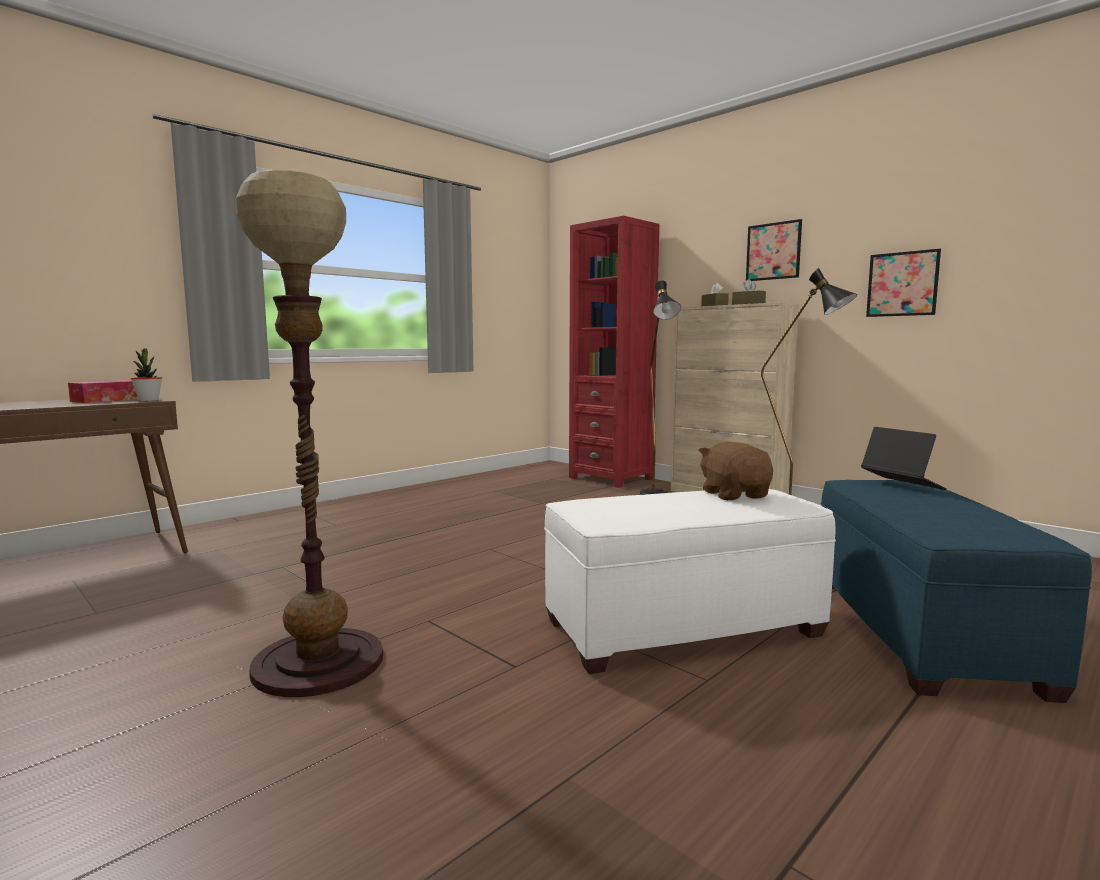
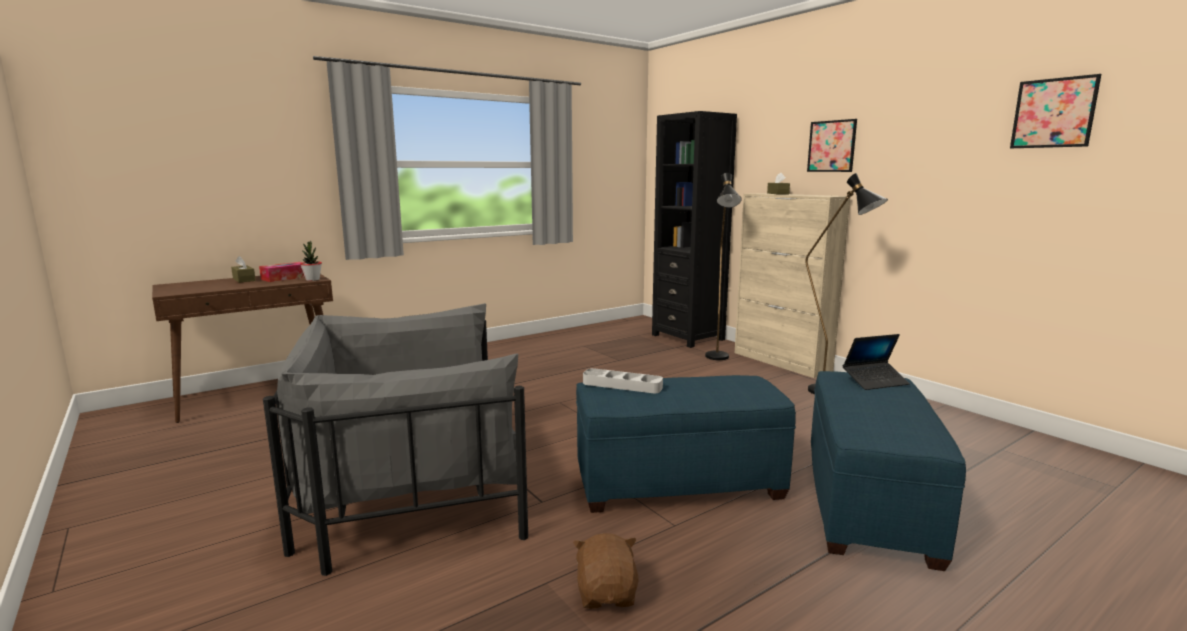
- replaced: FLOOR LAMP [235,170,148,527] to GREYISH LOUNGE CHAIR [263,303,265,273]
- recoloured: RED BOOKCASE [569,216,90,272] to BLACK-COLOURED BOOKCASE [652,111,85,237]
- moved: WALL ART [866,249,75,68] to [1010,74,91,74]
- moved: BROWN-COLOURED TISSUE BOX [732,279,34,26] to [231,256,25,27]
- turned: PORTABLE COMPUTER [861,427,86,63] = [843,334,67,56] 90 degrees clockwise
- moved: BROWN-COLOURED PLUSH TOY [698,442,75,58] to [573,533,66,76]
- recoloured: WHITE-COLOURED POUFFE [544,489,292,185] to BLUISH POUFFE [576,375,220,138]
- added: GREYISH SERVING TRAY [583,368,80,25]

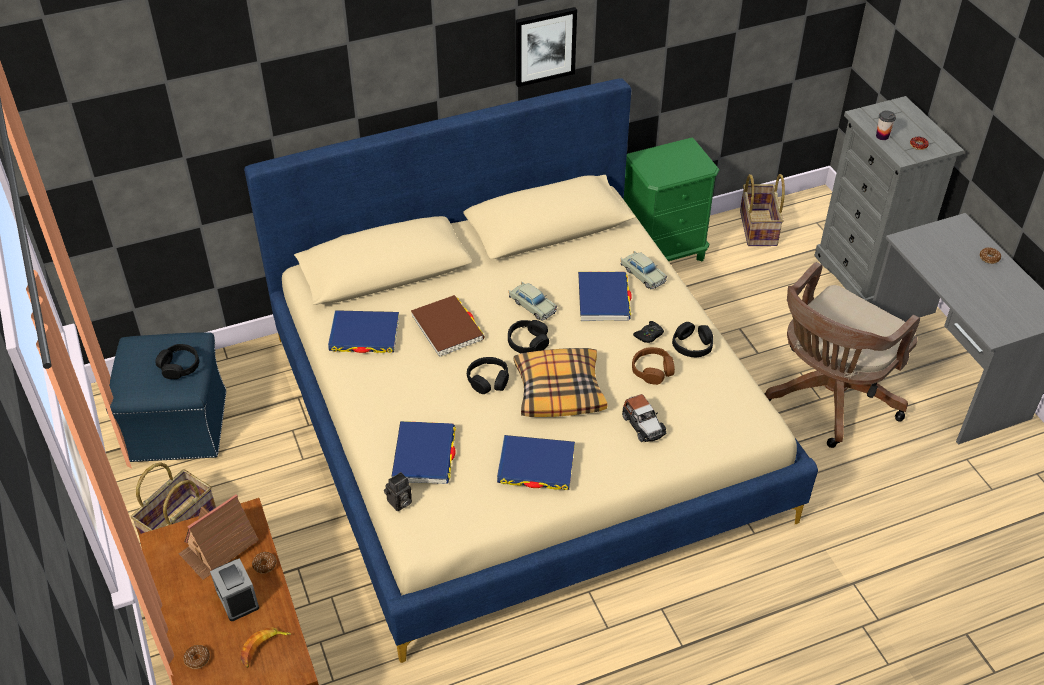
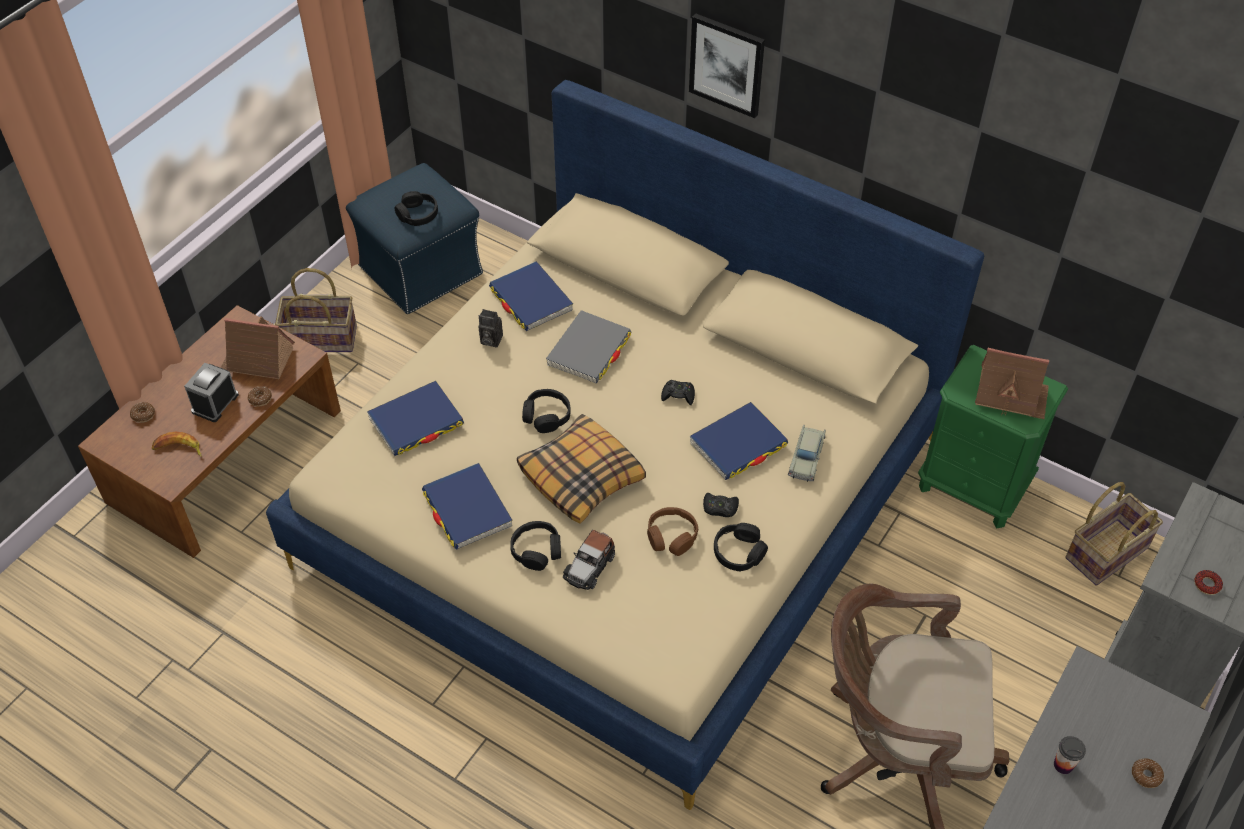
- moved: WALL ART [515,7,62,80] to [689,13,76,105]
- moved: CUP [876,111,20,29] to [1054,736,32,38]
- replaced: SAND-COLOURED TOY CAR [509,282,48,39] to BLACK-COLOURED JOYPAD [661,380,34,25]
- recoloured: BROWN-COLOURED VOLUME [411,295,74,62] to GREYISH VOLUME [546,310,85,74]
- moved: BLACK-COLOURED HEADPHONES [508,320,41,33] to [510,521,51,50]
- moved: STILL CAMERA [384,472,28,39] to [478,309,25,38]
- added: MODEL HOUSE [975,348,74,71]

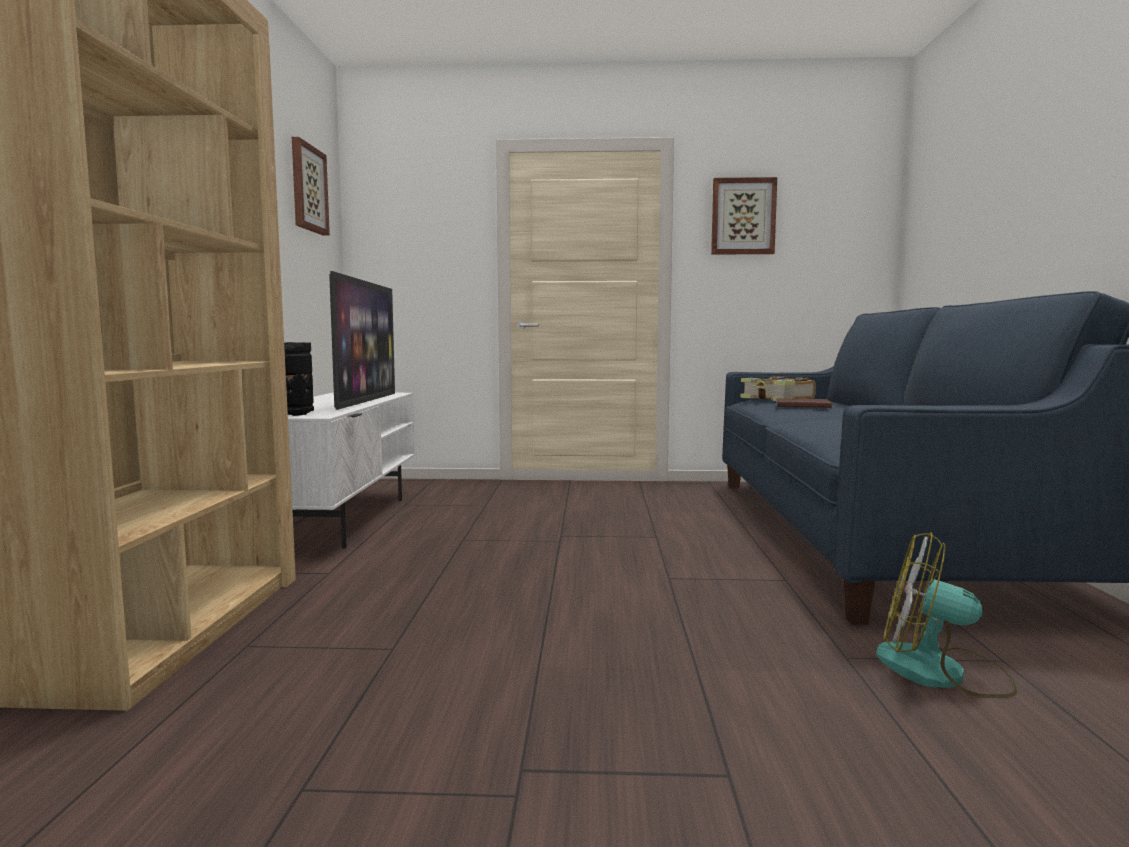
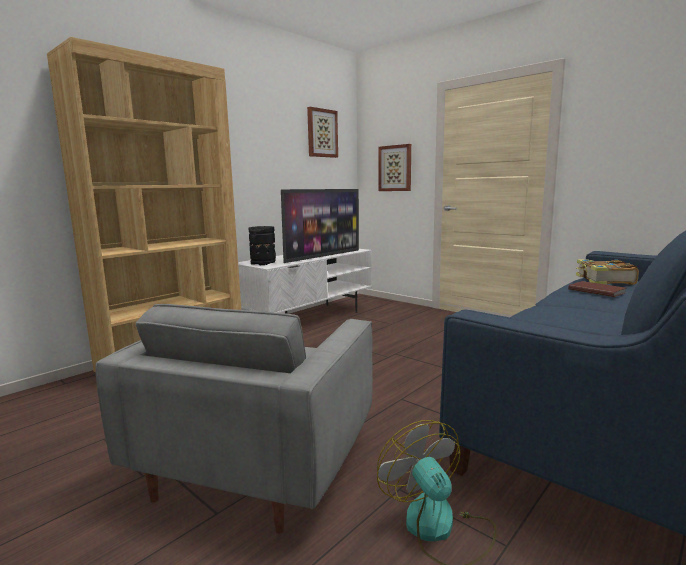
- moved: WALL ART [711,177,66,77] to [378,144,33,47]
- added: GREYISH LOUNGE CHAIR [96,304,277,230]

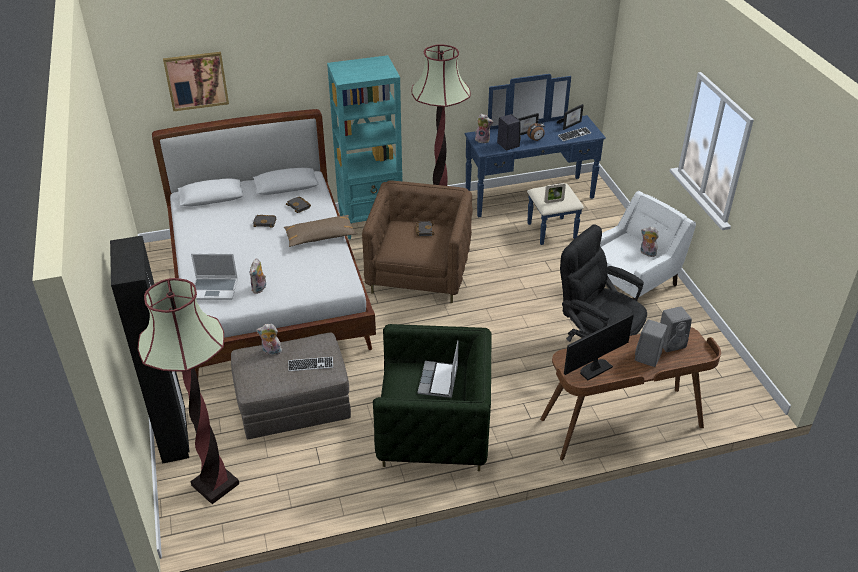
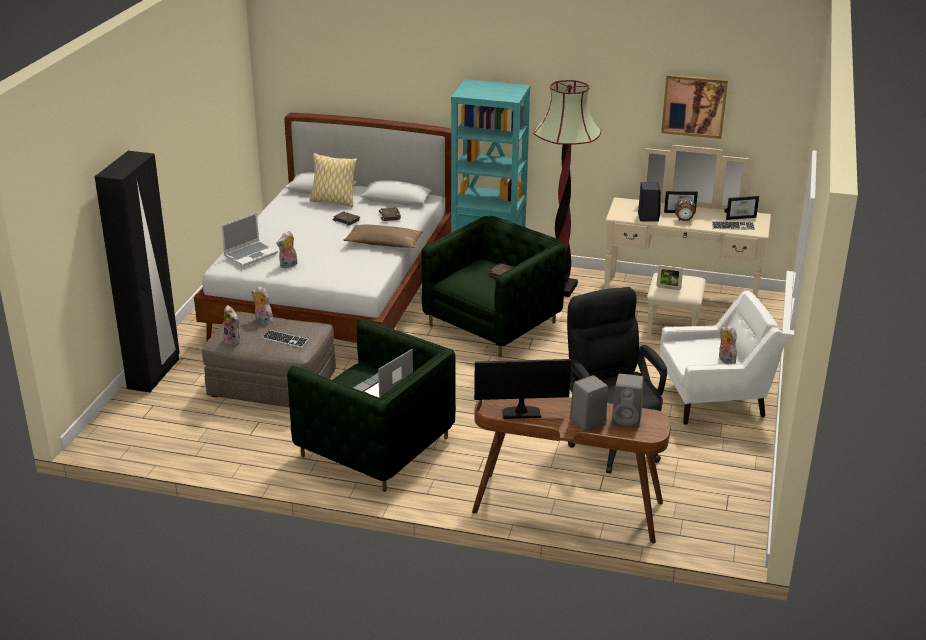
- moved: WALL ART [163,52,66,60] to [661,74,67,65]
- recoloured: BLUISH CHEST OF DRAWERS [465,74,141,171] to SAND-COLOURED CHEST OF DRAWERS [604,145,167,193]
- moved: PLUSH TOY [475,114,18,29] to [223,305,17,41]
- recoloured: BROWN-COLOURED LOUNGE CHAIR [362,181,111,122] to GREEN LOUNGE CHAIR [421,216,145,141]
- turned: PORTABLE COMPUTER [191,254,47,46] = [221,213,57,53] 75 degrees counterclockwise
- removed: FLOOR LAMP [138,278,101,226]
- added: THROW PILLOW [310,153,47,54]

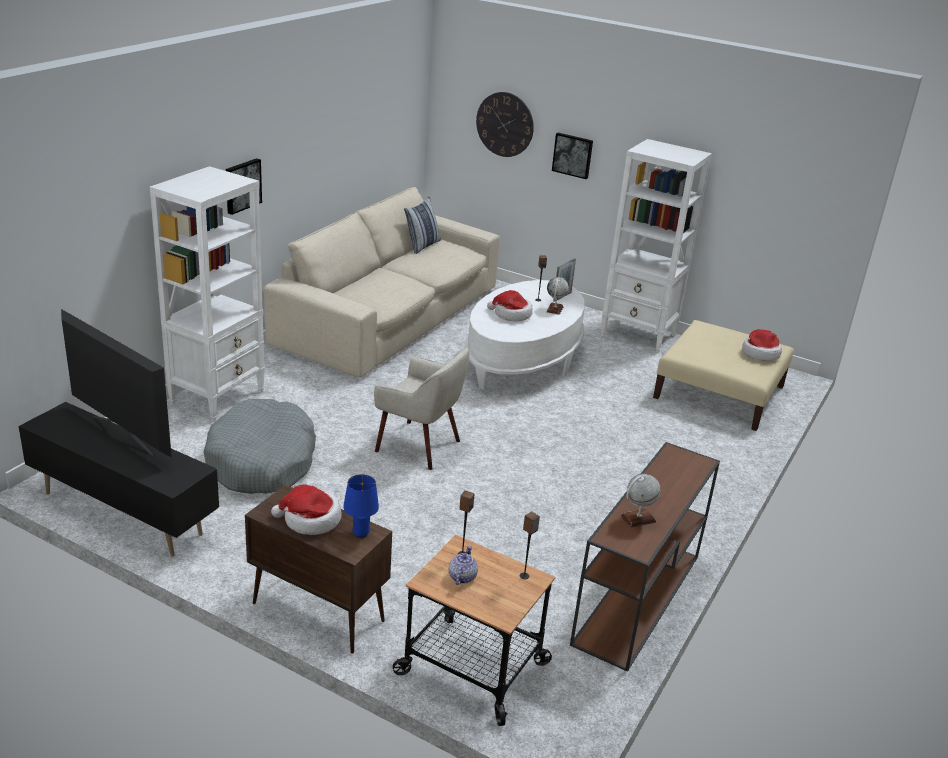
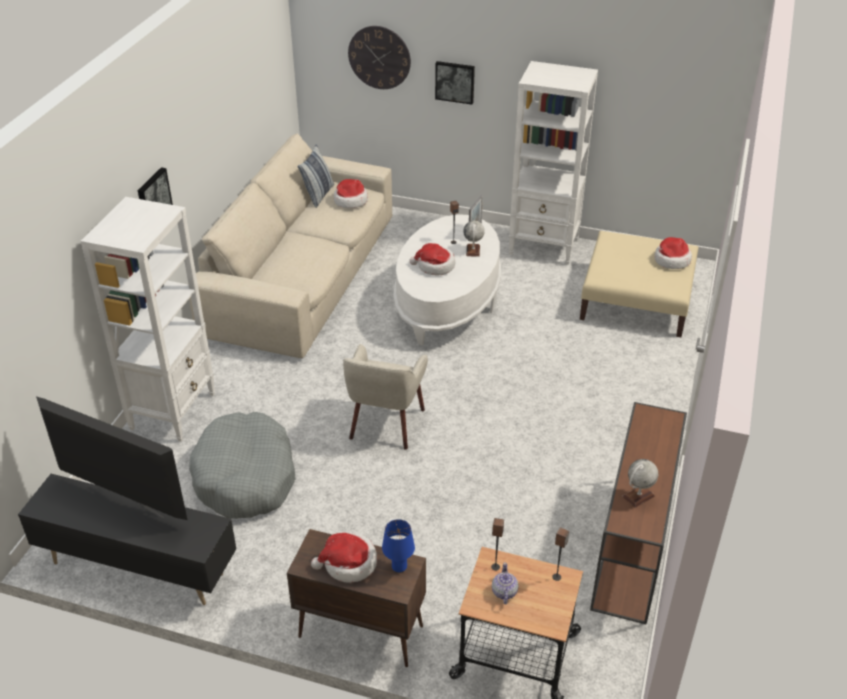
- turned: SAND-COLOURED LOUNGE CHAIR [374,348,95,122] = [343,344,85,106] 90 degrees clockwise
- added: HAT [334,179,34,29]

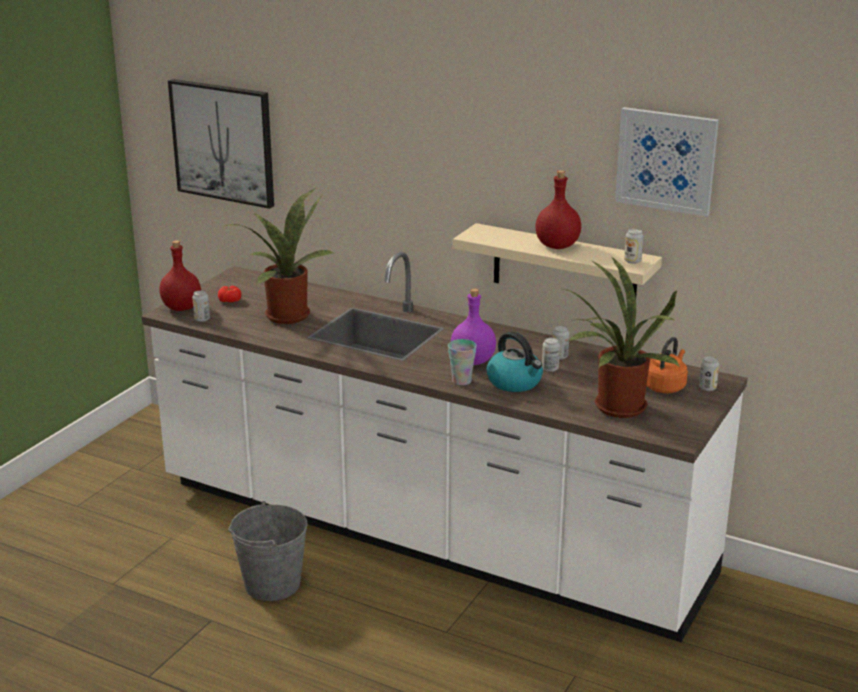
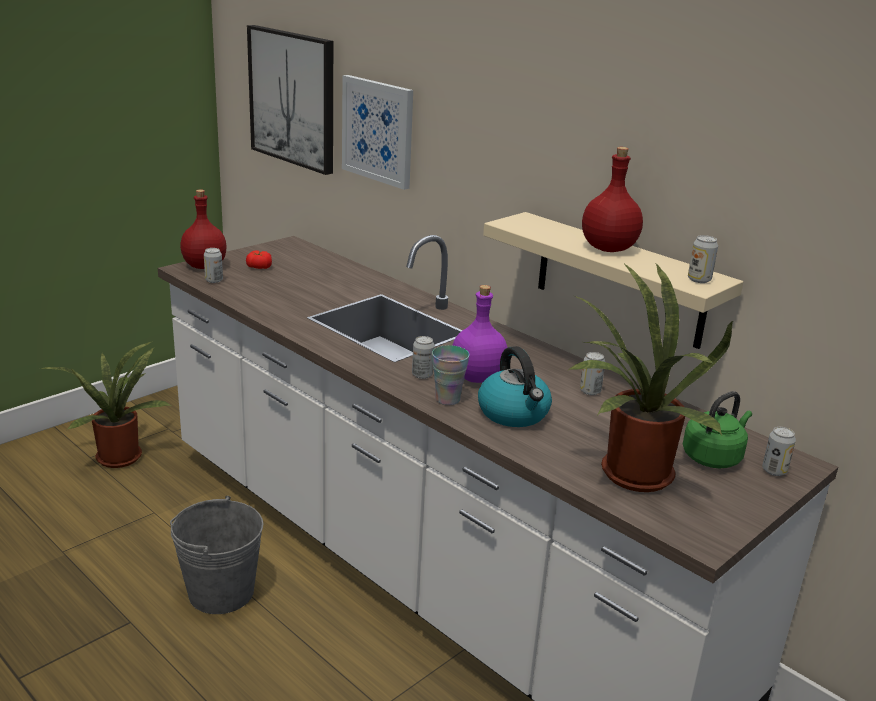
- moved: WALL ART [615,107,104,110] to [342,75,71,115]
- moved: POTTED PLANT [225,188,109,136] to [40,341,133,127]
- recoloured: ORANGE-COLOURED WATER KETTLE [646,337,42,56] to GREEN WATER KETTLE [683,391,69,77]
- moved: METAL CAN [542,338,18,34] to [412,336,23,43]

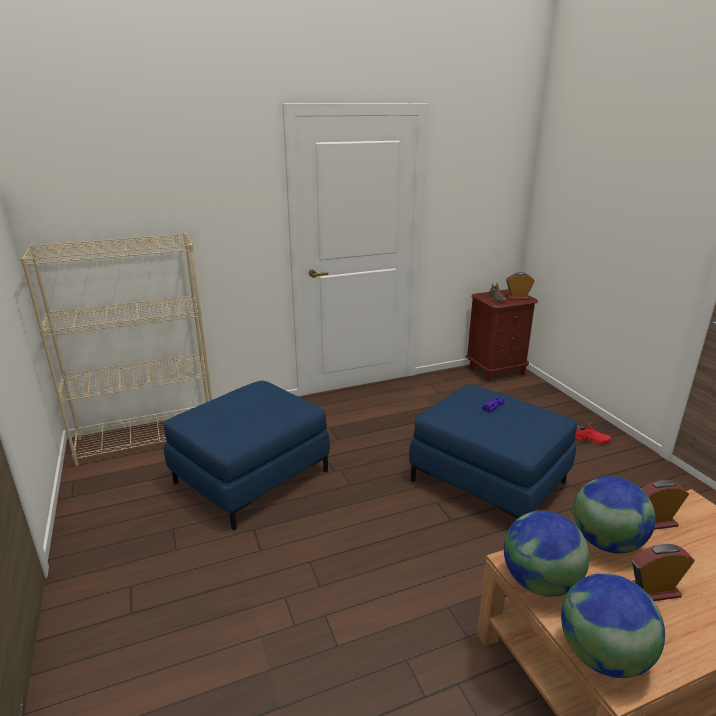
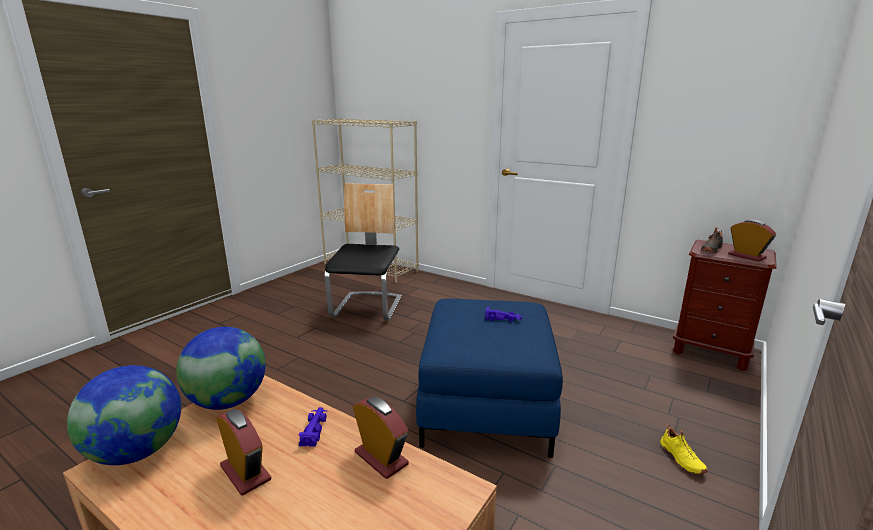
- replaced: BLUISH POUFFE [163,381,167,149] to UPRIGHT CHAIR [325,183,77,137]
- recoloured: RED SHOE [575,422,36,22] to YELLOW-COLOURED SHOE [660,424,48,50]
- replaced: DESK GLOBE [574,476,81,77] to PURPLISH TOY CAR [299,407,29,39]

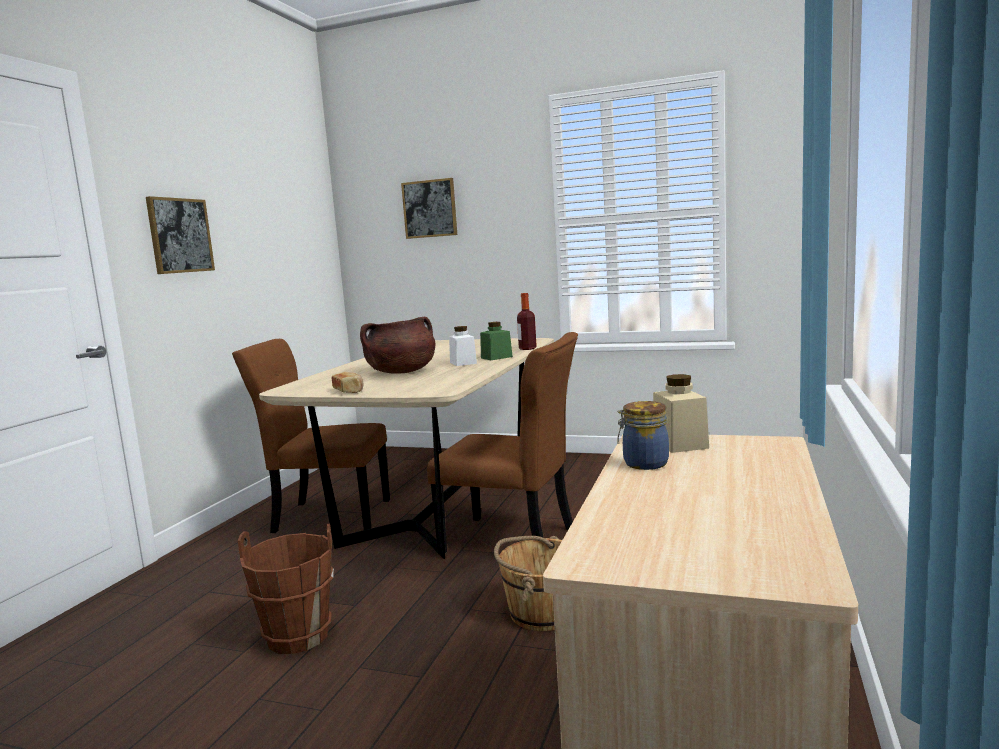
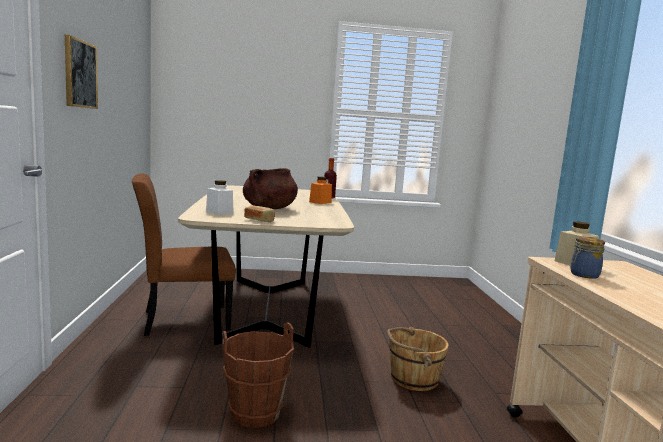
- removed: WALL ART [401,178,56,61]
- recoloured: GREEN PRESERVE JAR [480,322,33,38] to ORANGE-COLOURED PRESERVE JAR [309,176,23,28]
- moved: WHITE-COLOURED PRESERVE JAR [449,326,28,40] to [206,180,27,35]
- removed: BROWN-COLOURED UPRIGHT CHAIR [427,332,151,222]

